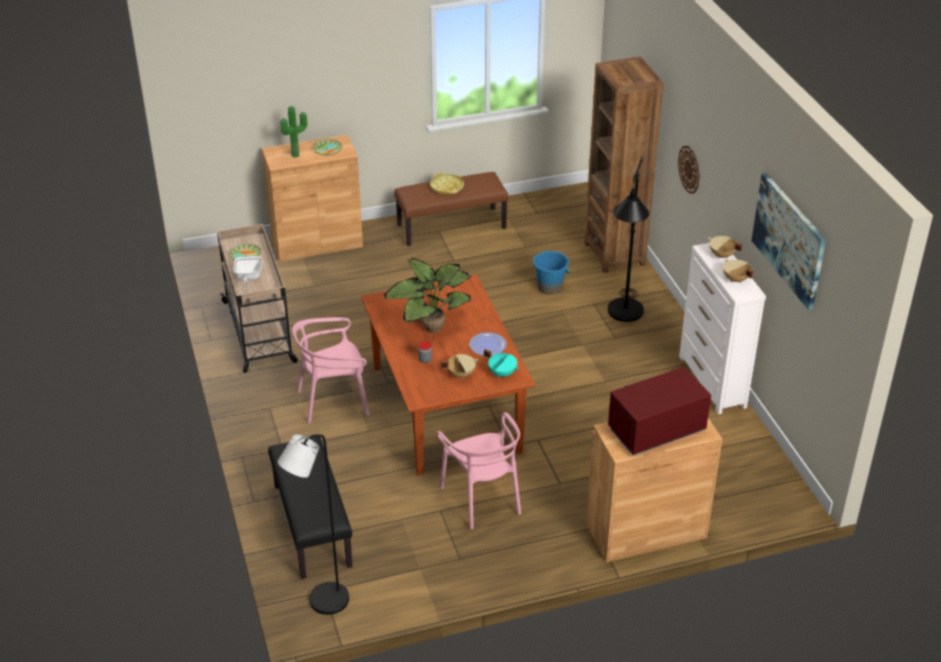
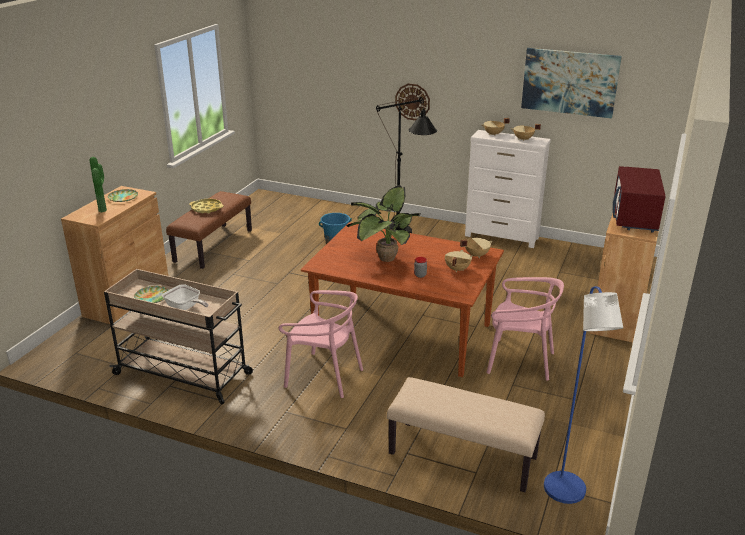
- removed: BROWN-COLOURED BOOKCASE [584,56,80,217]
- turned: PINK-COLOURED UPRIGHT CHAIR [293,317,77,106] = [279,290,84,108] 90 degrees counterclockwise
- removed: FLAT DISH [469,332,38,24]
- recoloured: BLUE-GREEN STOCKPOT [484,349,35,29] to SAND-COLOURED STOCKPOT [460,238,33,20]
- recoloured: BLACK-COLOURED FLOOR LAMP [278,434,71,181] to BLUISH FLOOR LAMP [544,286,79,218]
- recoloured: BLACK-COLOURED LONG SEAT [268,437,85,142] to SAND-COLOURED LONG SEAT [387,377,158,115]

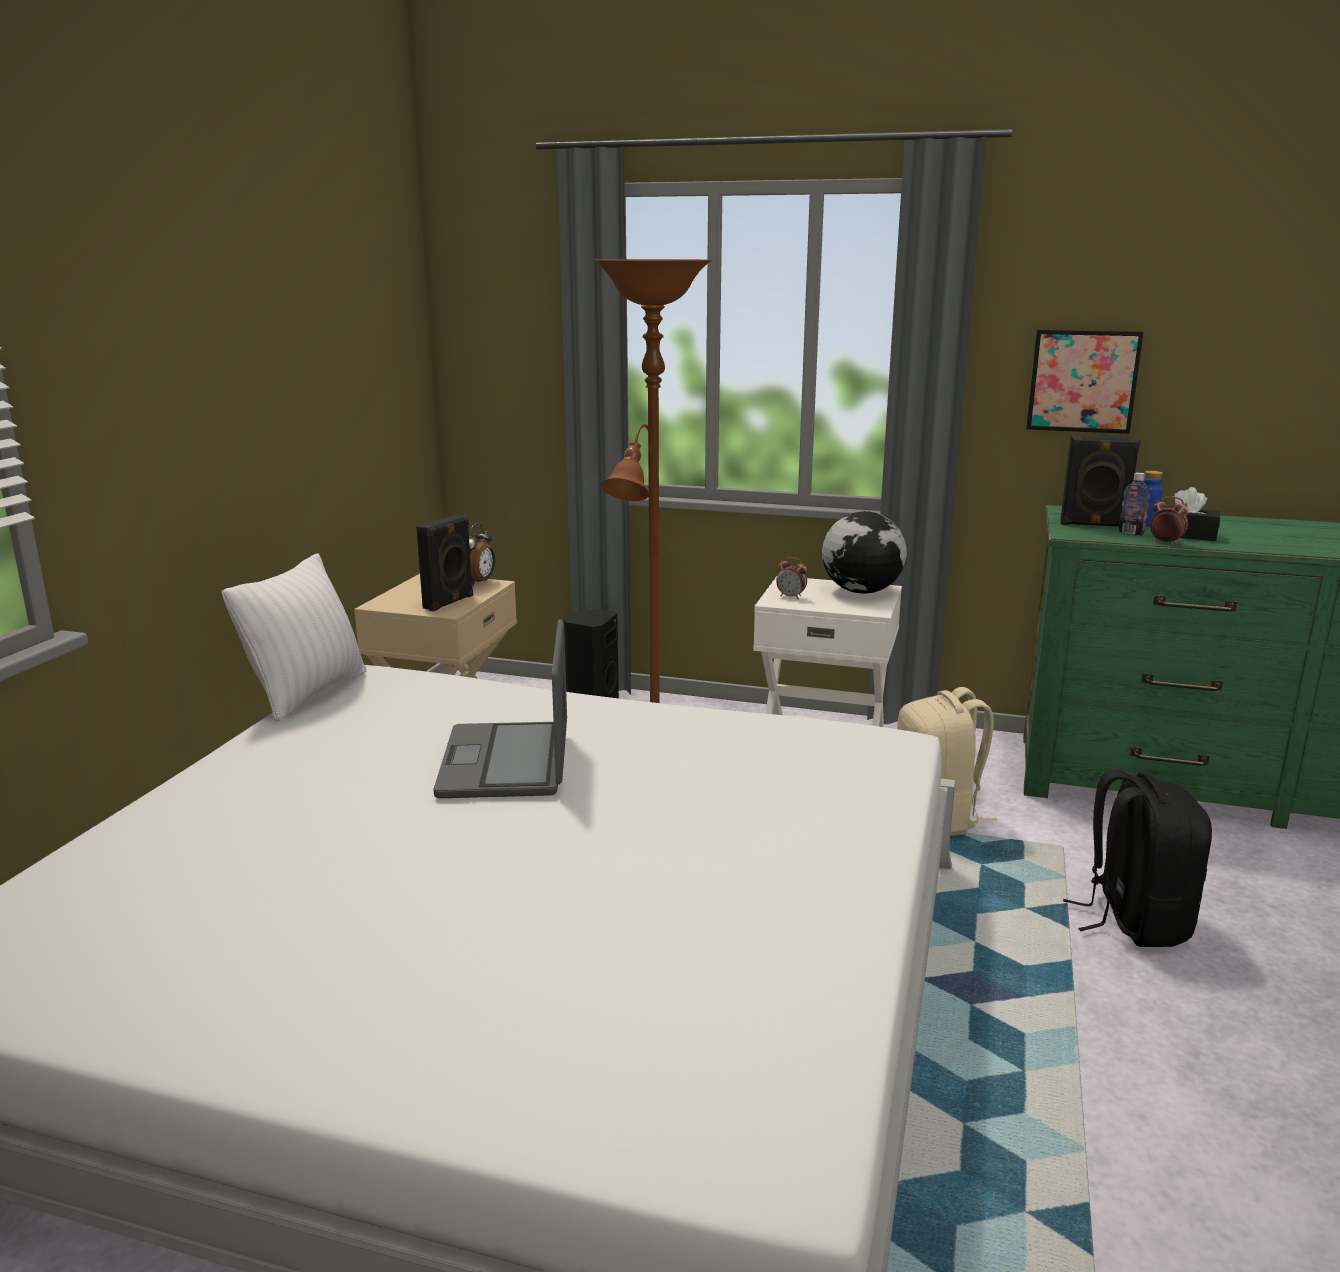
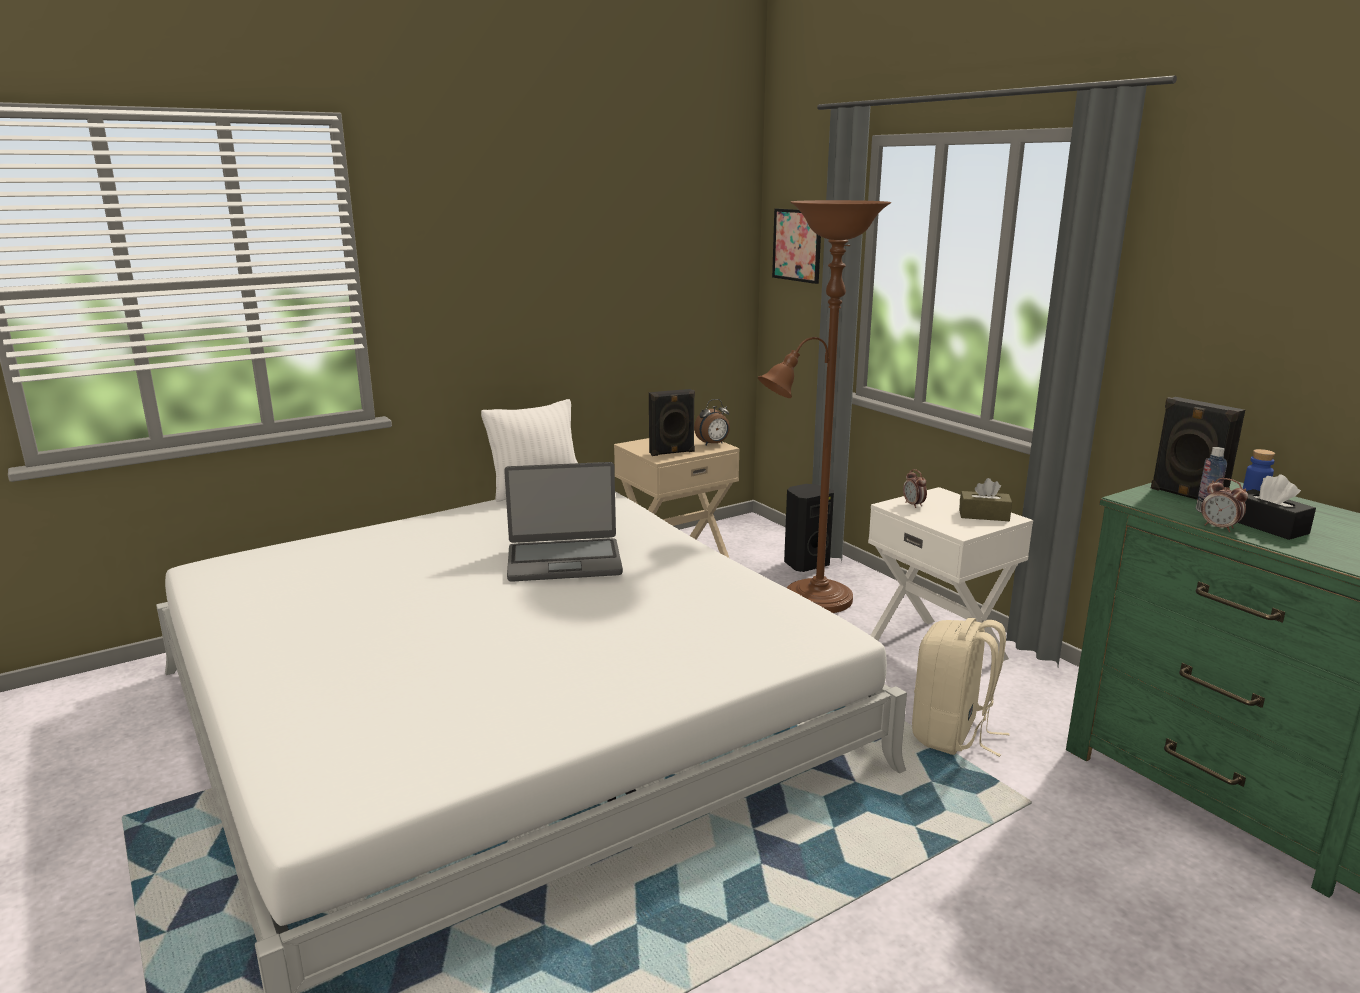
- moved: WALL ART [1026,330,118,104] to [772,209,49,75]
- turned: TABLE CLOCK [1150,496,39,48] = [1201,478,47,54] 150 degrees clockwise
- replaced: DESK GLOBE [822,511,85,82] to BROWN-COLOURED TISSUE BOX [959,478,53,43]
- turned: PORTABLE COMPUTER [433,619,134,179] = [504,462,119,120] 135 degrees counterclockwise
- removed: BLACK-COLOURED KNAPSACK [1063,770,149,177]

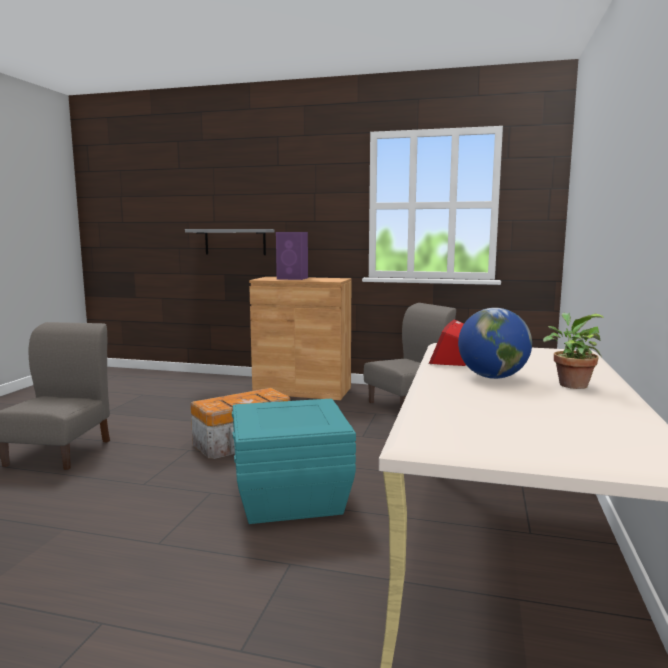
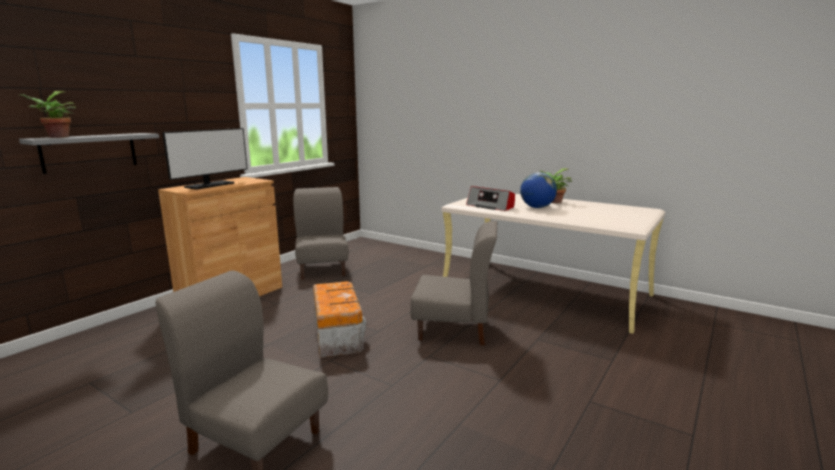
- replaced: PURPLISH AUDIO SPEAKER [276,232,32,48] to COMPUTER DISPLAY [162,128,86,62]
- replaced: BLUE-GREEN STORAGE CONTAINER [232,399,124,125] to GREYISH UPRIGHT CHAIR [410,221,87,124]
- added: POTTED PLANT [18,91,58,47]

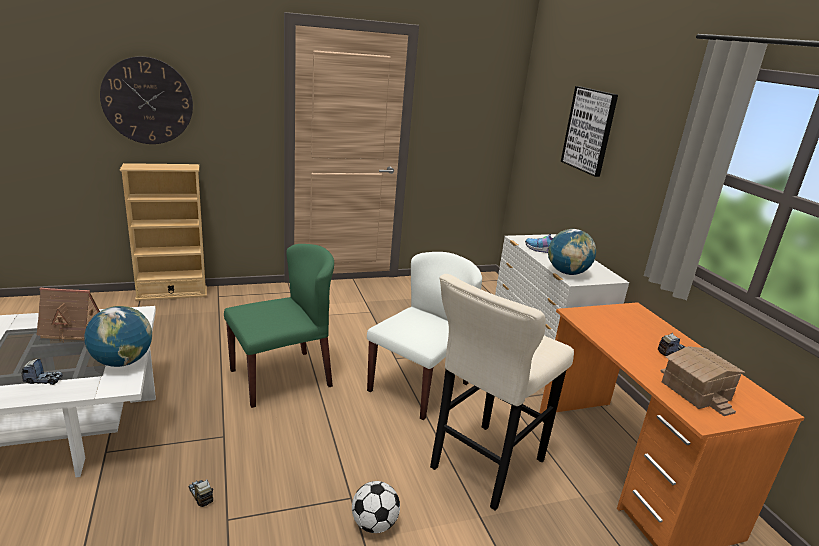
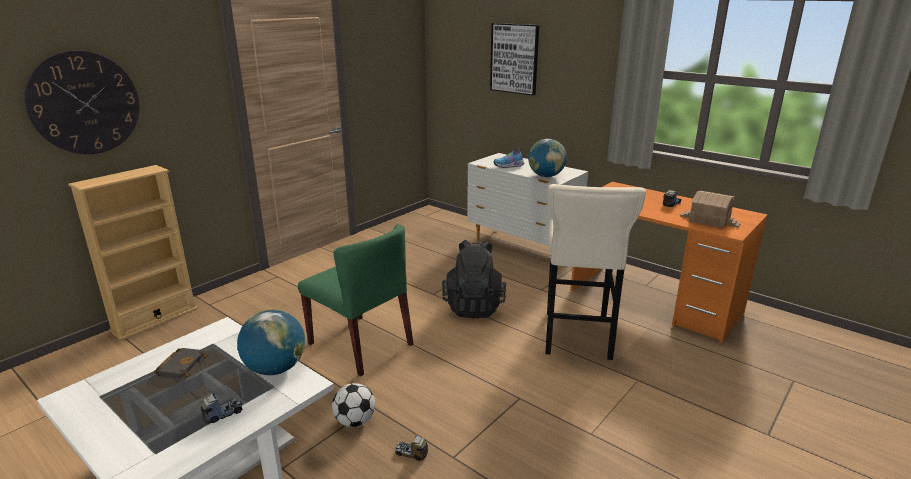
- turned: GREEN UPRIGHT CHAIR [224,244,110,164] = [298,224,115,152] 105 degrees clockwise
- replaced: WHITE-COLOURED UPRIGHT CHAIR [367,252,115,168] to BLACK-COLOURED KNAPSACK [442,240,64,78]
- replaced: MODEL HOUSE [37,288,63,52] to BLACK-COLOURED VOLUME [154,348,54,32]
- moved: FOOTBALL BALL [352,481,48,52] to [332,383,43,44]

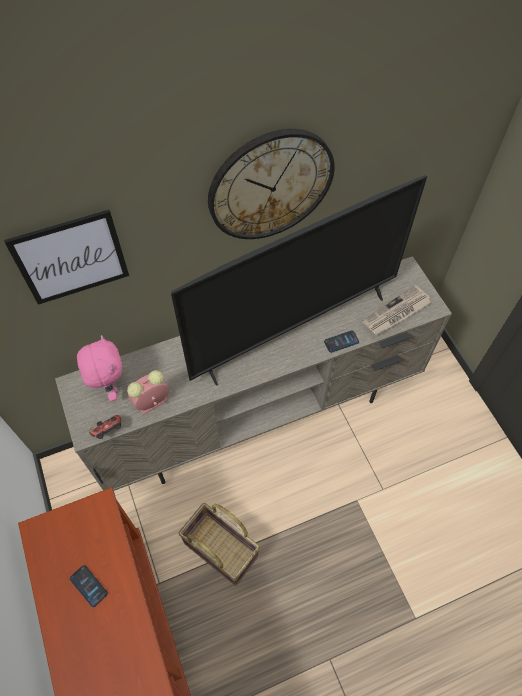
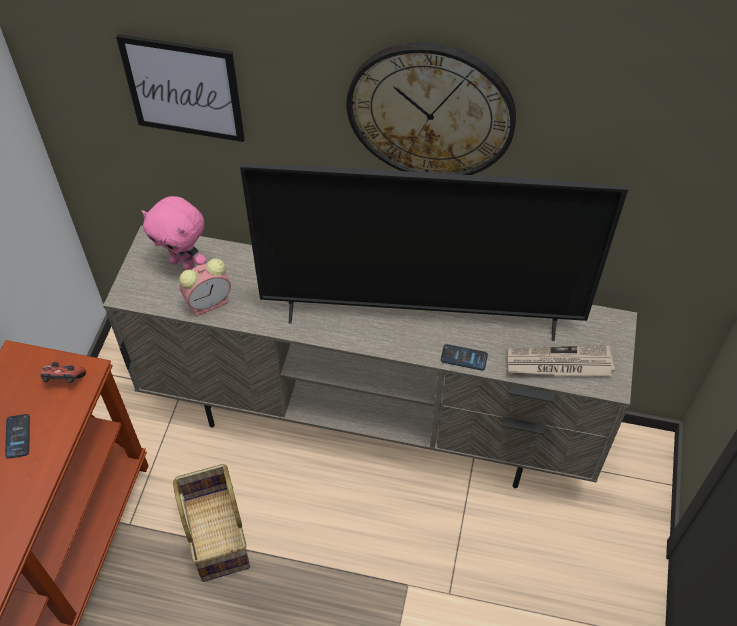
- turned: PINK-COLOURED PLUSH TOY [77,335,45,66] = [142,196,65,74] 105 degrees clockwise
- turned: TABLE CLOCK [127,370,42,45] = [179,258,52,59] 150 degrees clockwise
- moved: JOYPAD [89,415,32,24] to [40,362,46,21]

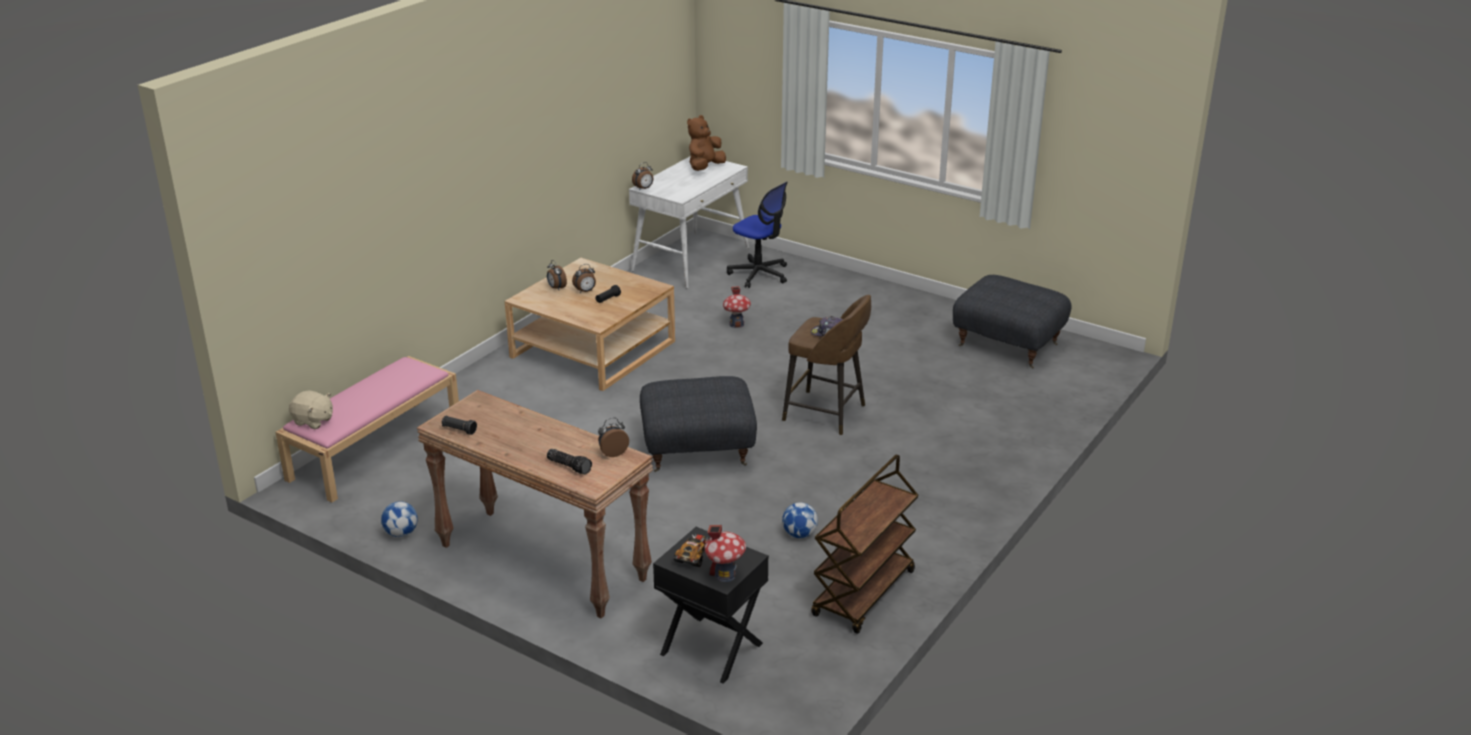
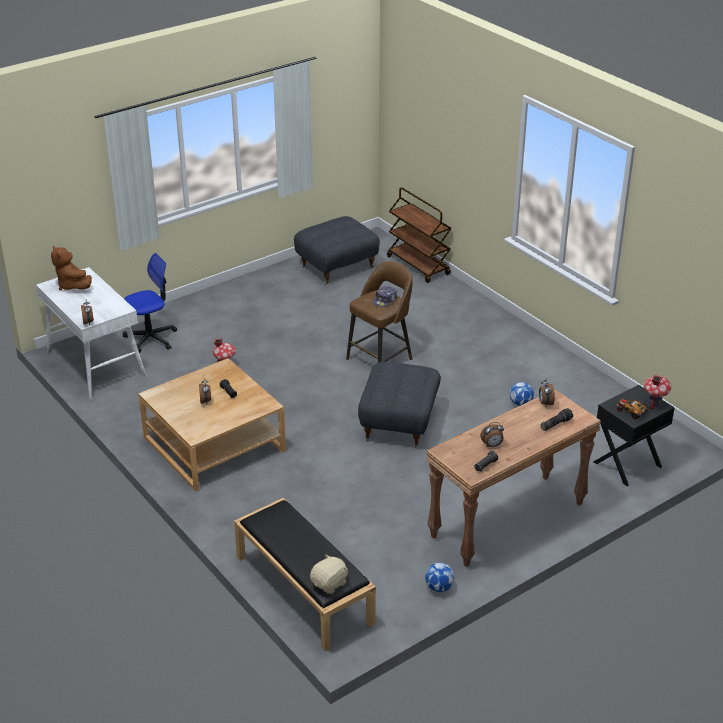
- moved: TABLE CLOCK [547,260,20,30] to [480,422,24,25]
- recoloured: PINK-COLOURED LONG SEAT [275,356,184,146] to BLACK-COLOURED LONG SEAT [234,498,142,153]
- moved: BROWN-COLOURED TROLLEY [811,454,108,180] to [387,187,65,96]

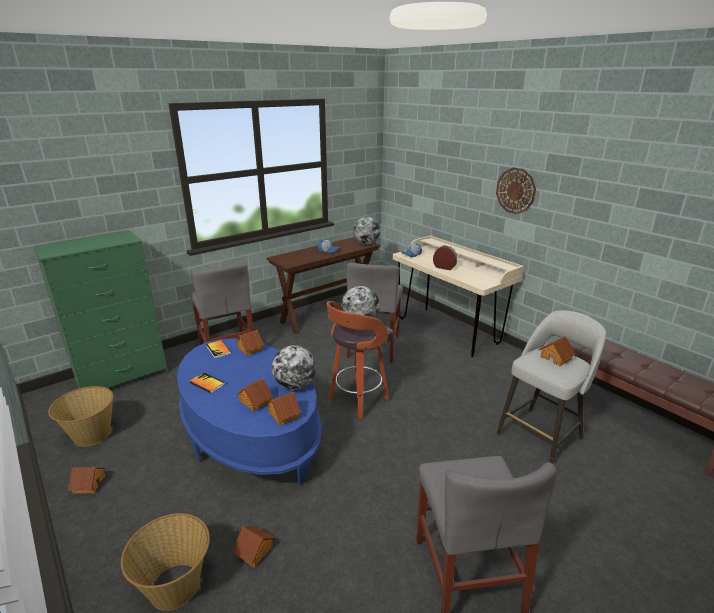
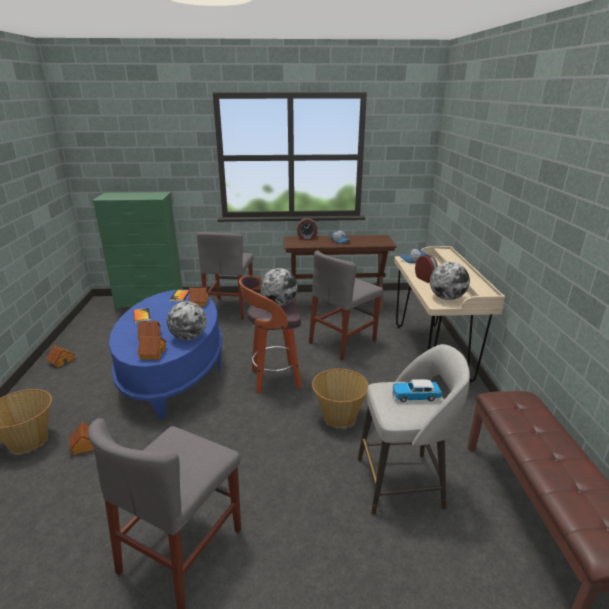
- removed: WALL CLOCK [496,167,40,47]
- moved: DESK GLOBE [353,217,27,27] to [430,262,40,38]
- replaced: MODEL HOUSE [538,336,38,30] to TOY CAR [392,379,50,23]
- moved: BASKET [48,386,66,61] to [312,369,57,59]
- added: TABLE CLOCK [297,218,20,22]

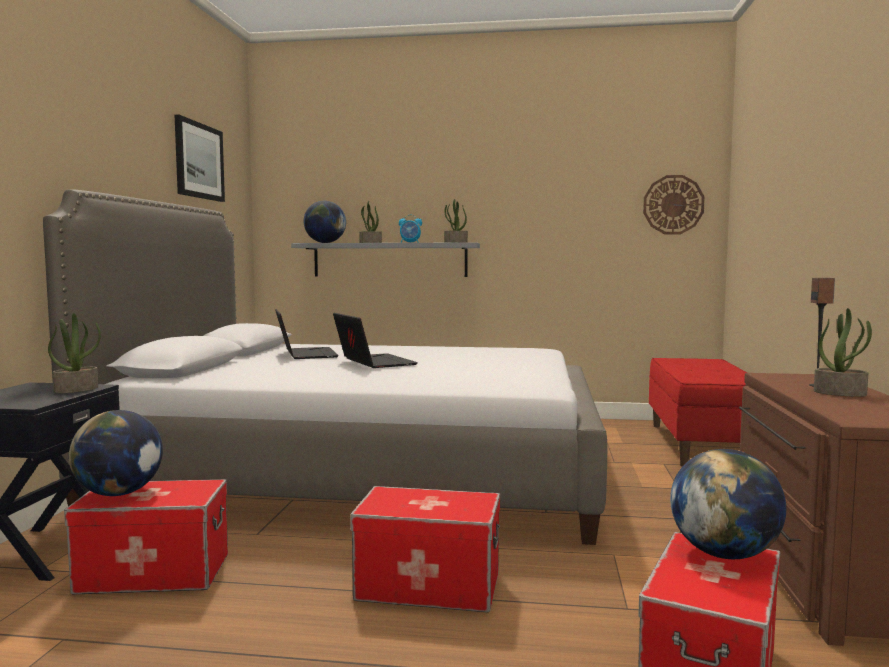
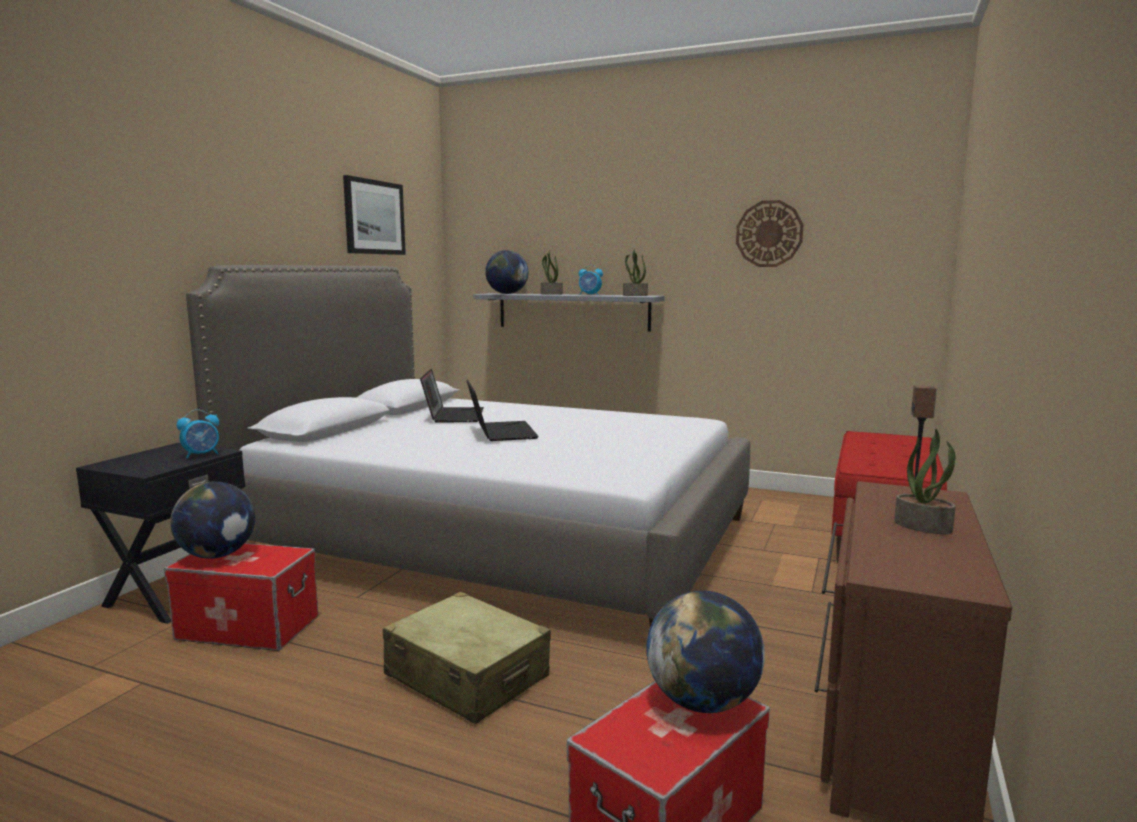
- moved: WALL CLOCK [643,175,62,59] to [736,200,68,67]
- replaced: POTTED PLANT [48,313,53,80] to TABLE CLOCK [177,409,42,50]
- replaced: STORAGE CONTAINER [350,486,150,126] to SAND-COLOURED SUITCASE [383,592,168,132]

